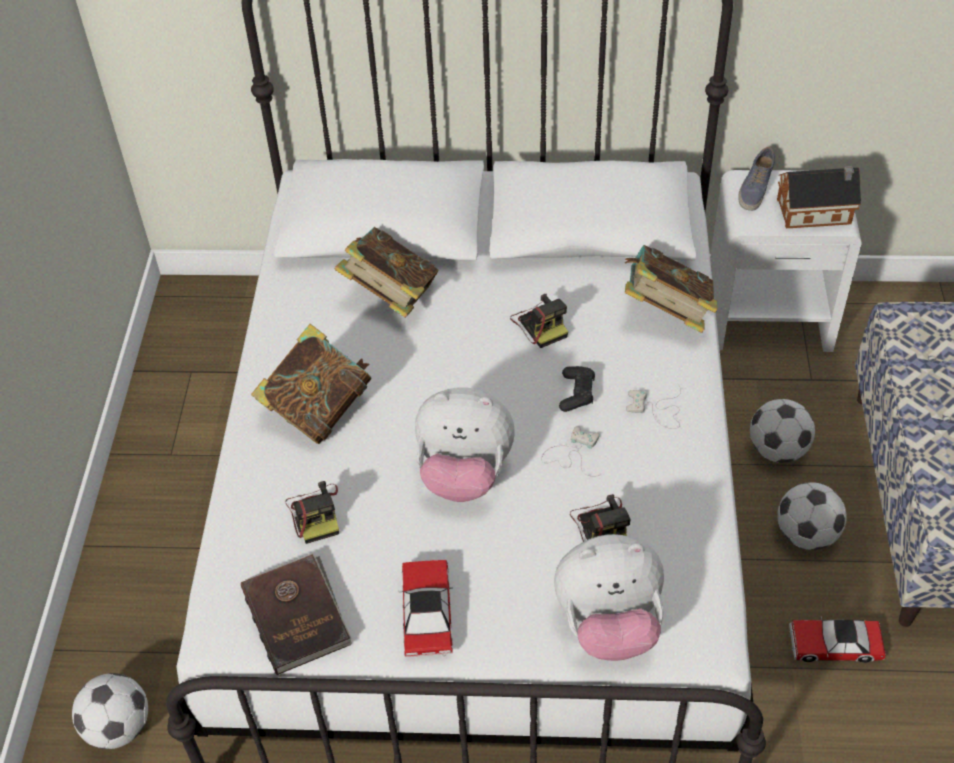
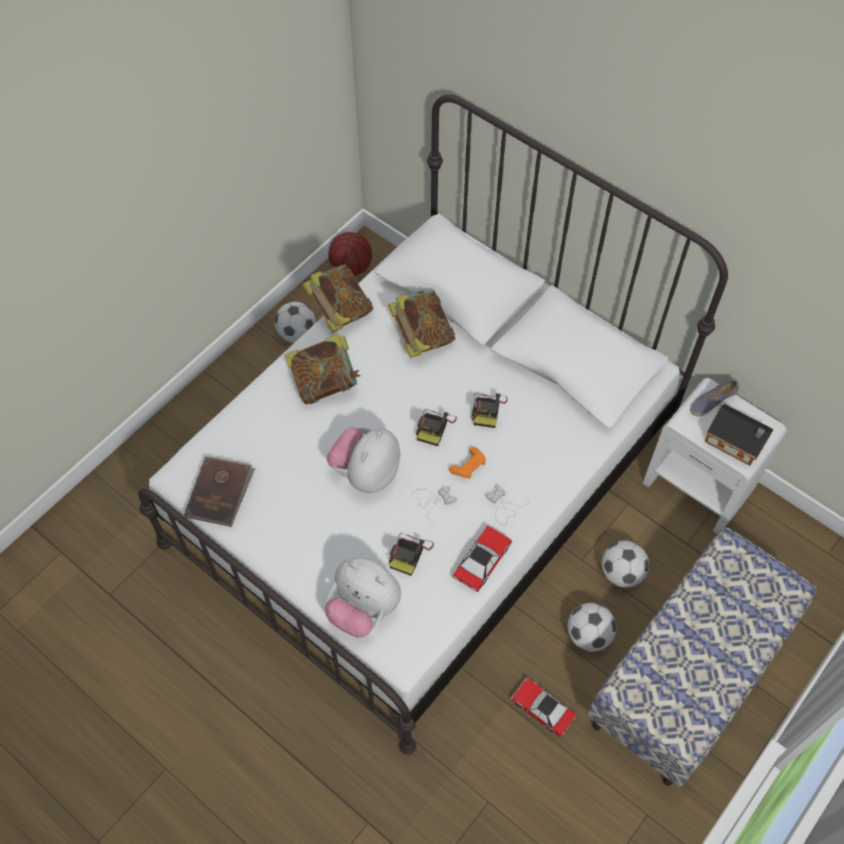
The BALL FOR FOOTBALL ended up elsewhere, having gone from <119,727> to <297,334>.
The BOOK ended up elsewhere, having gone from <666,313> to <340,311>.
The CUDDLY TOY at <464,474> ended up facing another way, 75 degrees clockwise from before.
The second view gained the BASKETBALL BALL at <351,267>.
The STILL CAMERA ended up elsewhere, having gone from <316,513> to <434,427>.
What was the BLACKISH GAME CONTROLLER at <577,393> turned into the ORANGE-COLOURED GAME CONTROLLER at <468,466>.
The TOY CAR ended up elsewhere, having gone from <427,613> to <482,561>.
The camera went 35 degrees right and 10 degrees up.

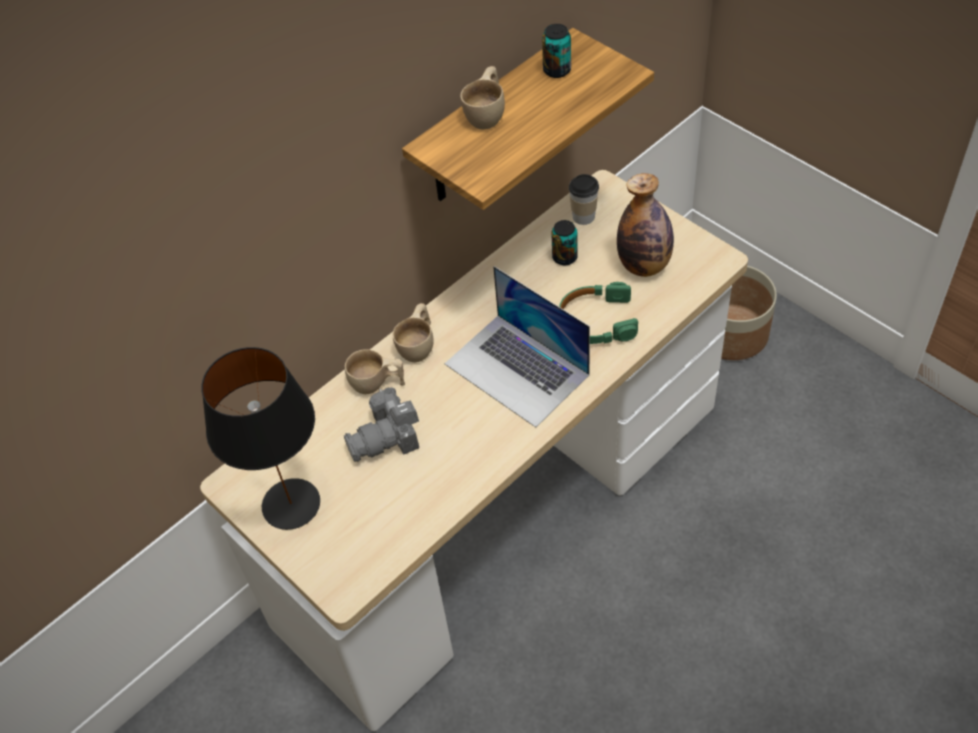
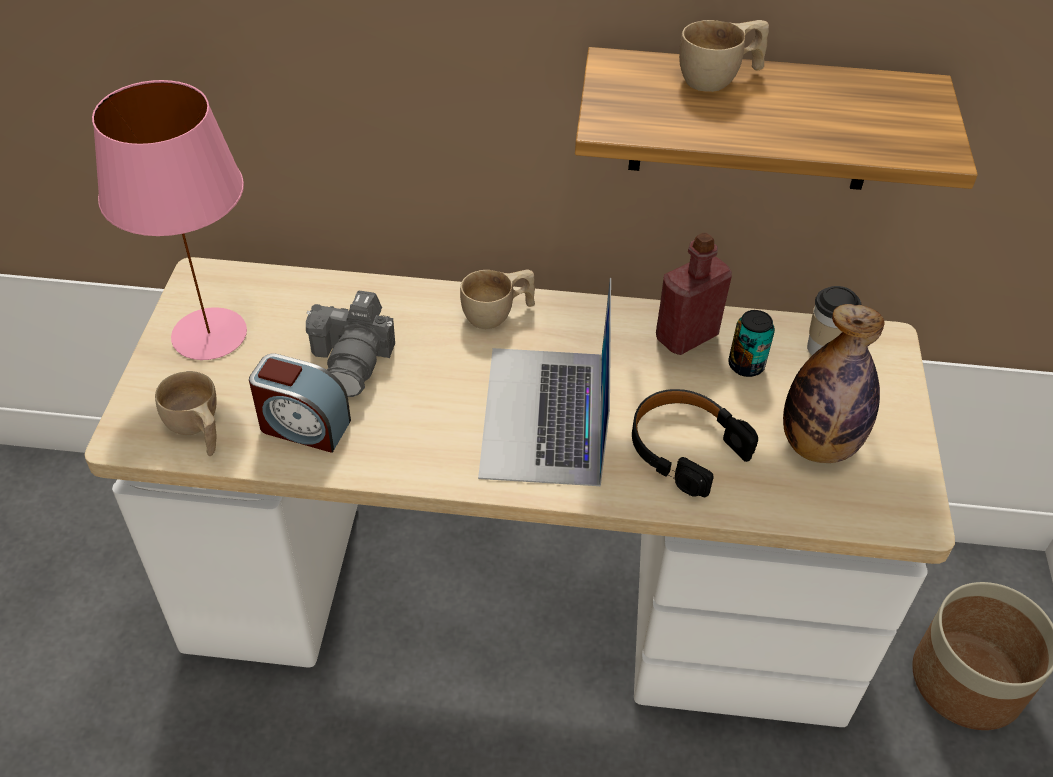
What was the BLACKISH LAMP FOR A TABLE at <290,503> turned into the PINK LAMP FOR A TABLE at <209,333>.
The BEIGE-COLOURED CUP ended up elsewhere, having gone from <377,384> to <197,431>.
The second view gained the ALARM CLOCK at <303,426>.
The STILL CAMERA at <387,438> ended up facing another way, 105 degrees counterclockwise from before.
What was the GREEN-COLOURED HEADSET at <596,321> turned into the BLACKISH HEADSET at <685,447>.
The second view gained the REDDISH DRINK BOTTLE at <686,336>.
The second view lost the METAL CAN at <557,70>.
The camera went 45 degrees right and 5 degrees down.

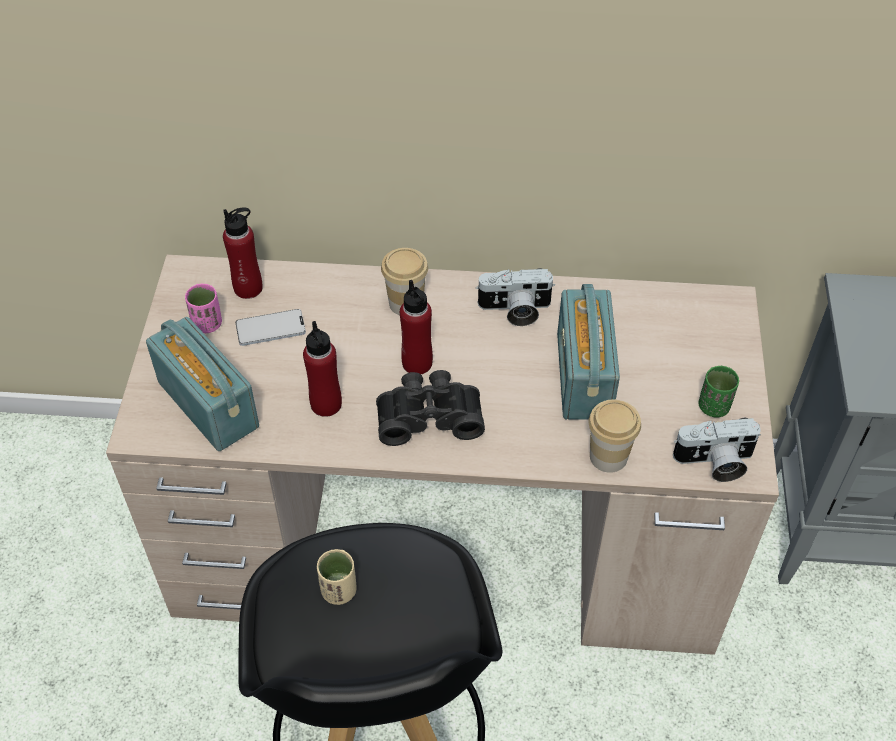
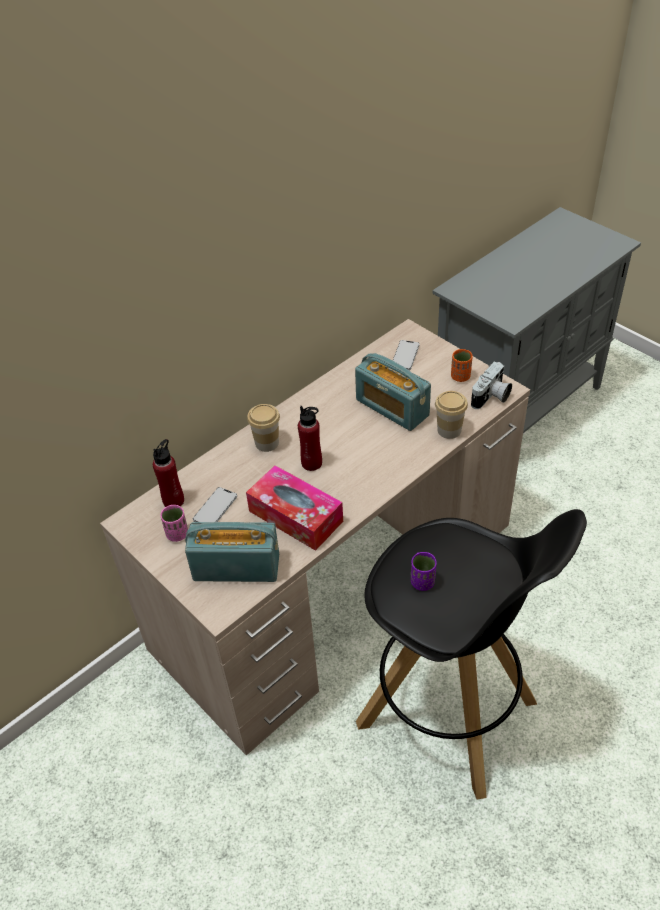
Where the REDDISH DRINK BOTTLE stood at <326,404>, the BOX OF TISSUES came to stand at <295,516>.
The second view gained the TELEPHONE at <405,356>.
What was the BEIGE-COLOURED CUP at <339,590> turned into the PURPLE CUP at <422,582>.
What was the GREEN-COLOURED CUP at <714,407> turned into the ORANGE-COLOURED CUP at <460,377>.
The second view lost the BLACKISH PAIR OF BINOCULARS at <429,415>.
The second view lost the STILL CAMERA at <515,310>.
The camera went 45 degrees left and 5 degrees down.

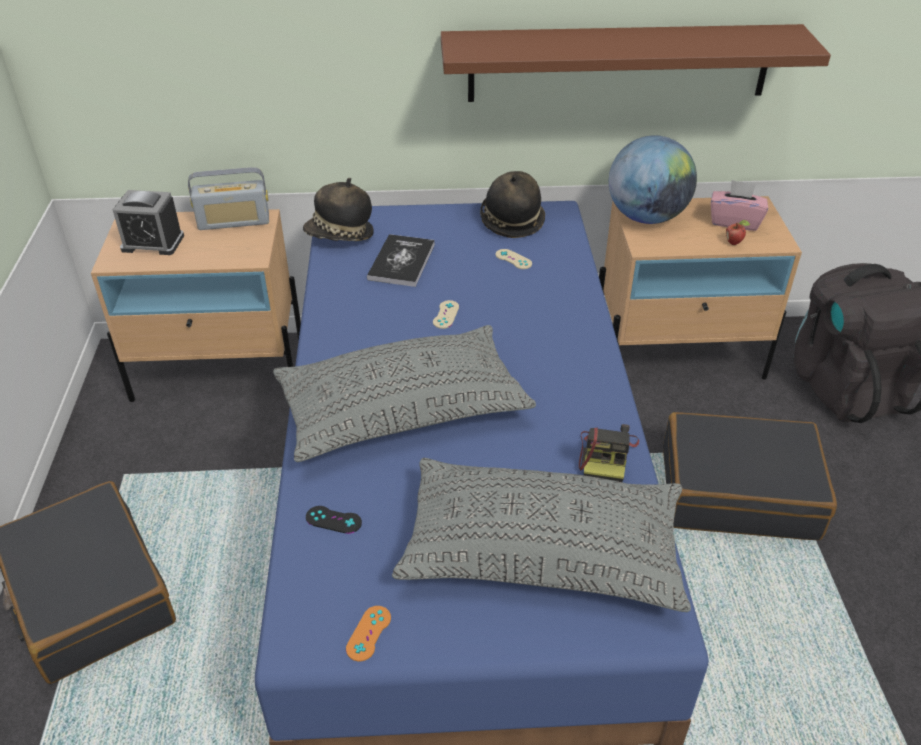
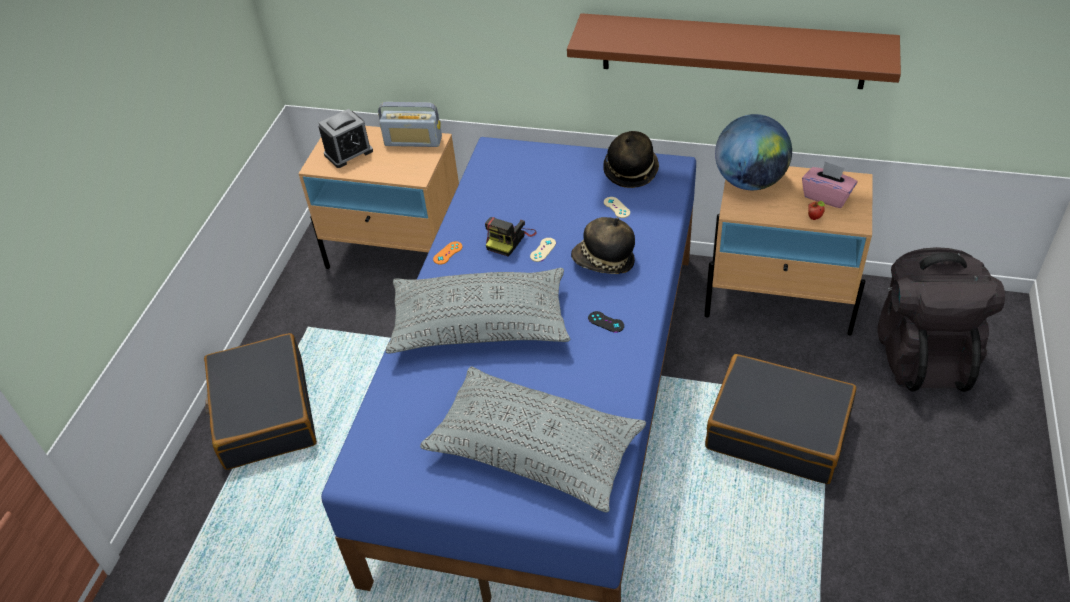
The ALARM CLOCK at <153,243> ended up facing another way, 60 degrees counterclockwise from before.
The ORANGE-COLOURED GAME CONTROLLER ended up elsewhere, having gone from <368,633> to <448,253>.
The STILL CAMERA ended up elsewhere, having gone from <606,456> to <509,239>.
The CLOTHING HAT ended up elsewhere, having gone from <340,236> to <604,262>.
The BLACKISH GAME CONTROLLER ended up elsewhere, having gone from <333,520> to <606,322>.
The second view lost the BOOK at <401,262>.
The camera went 20 degrees right and 5 degrees up.

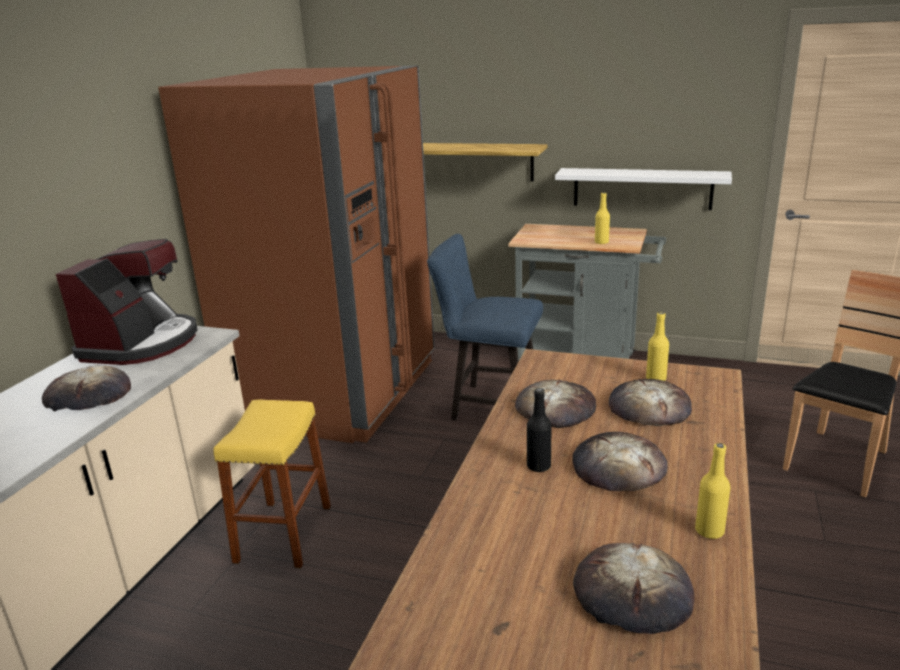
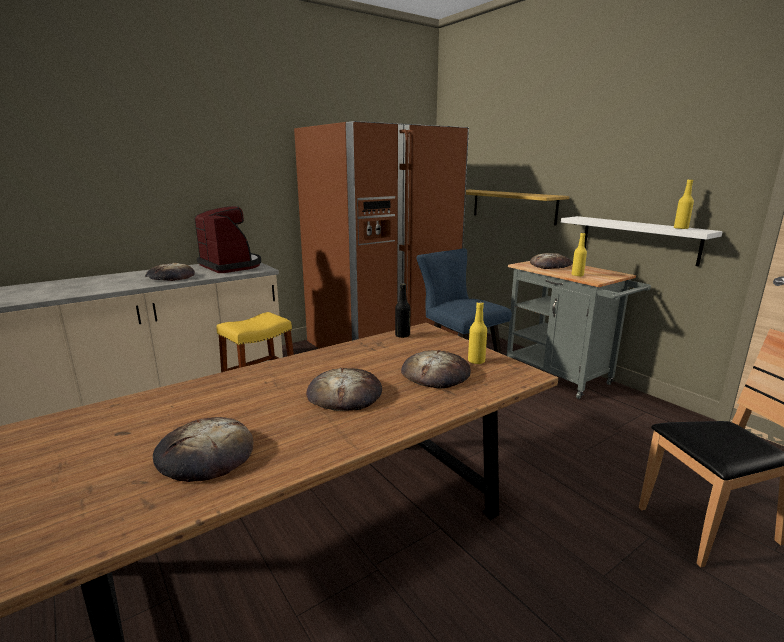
The COFFEE MACHINE at <142,343> ended up facing another way, 90 degrees counterclockwise from before.
The BLACKISH DRINK BOTTLE ended up elsewhere, having gone from <538,466> to <402,335>.
The BREAD ended up elsewhere, having gone from <555,408> to <550,265>.
The YELLOWISH DRINK BOTTLE ended up elsewhere, having gone from <709,531> to <680,228>.
The camera went 35 degrees right and 5 degrees down.

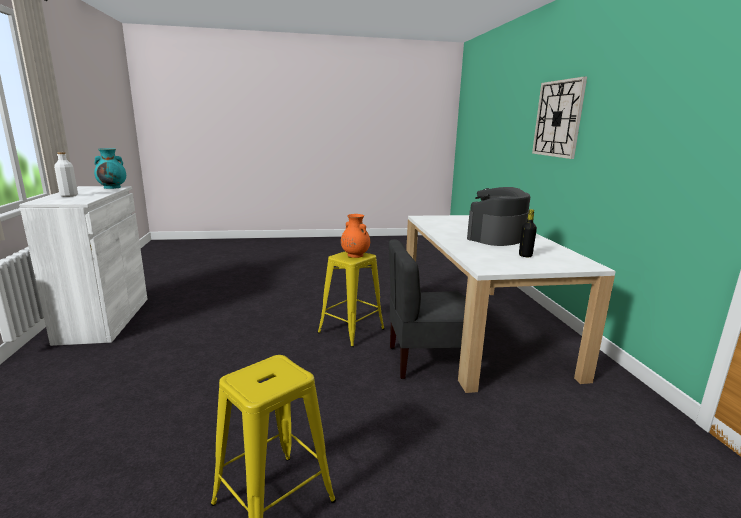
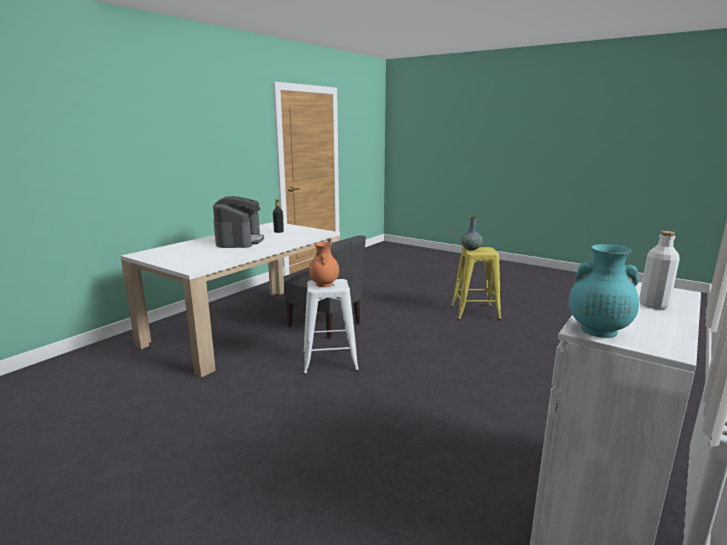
The COFFEE MACHINE at <496,237> ended up facing another way, 90 degrees counterclockwise from before.
What was the YELLOWISH SITTING STOOL at <351,331> turned into the WHITE SITTING STOOL at <329,361>.
The second view gained the VASE at <471,249>.
The second view lost the WALL CLOCK at <558,119>.
The camera went 135 degrees left and 0 degrees up.

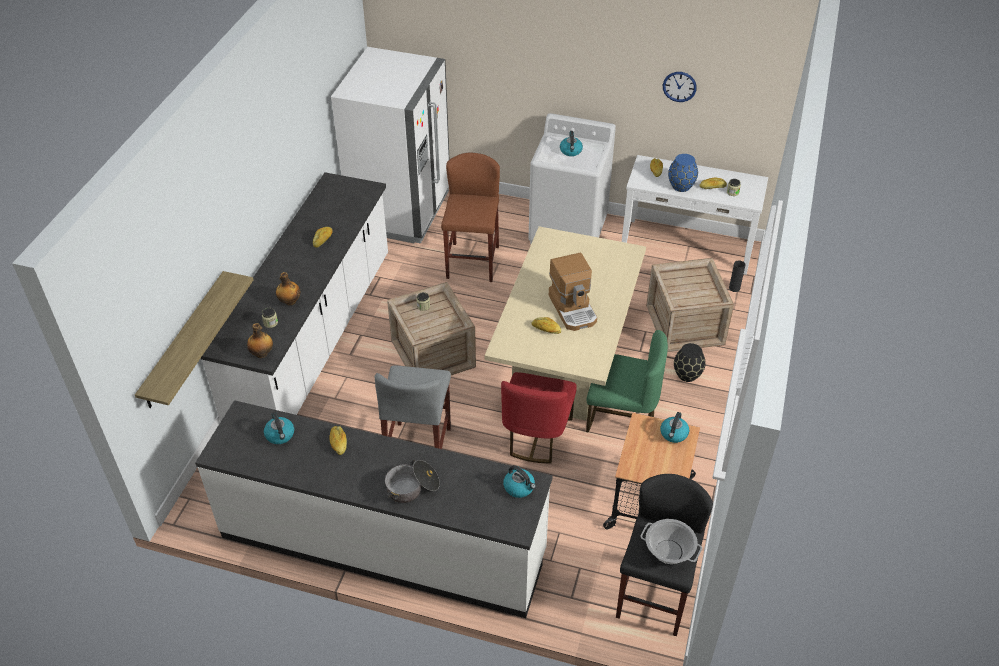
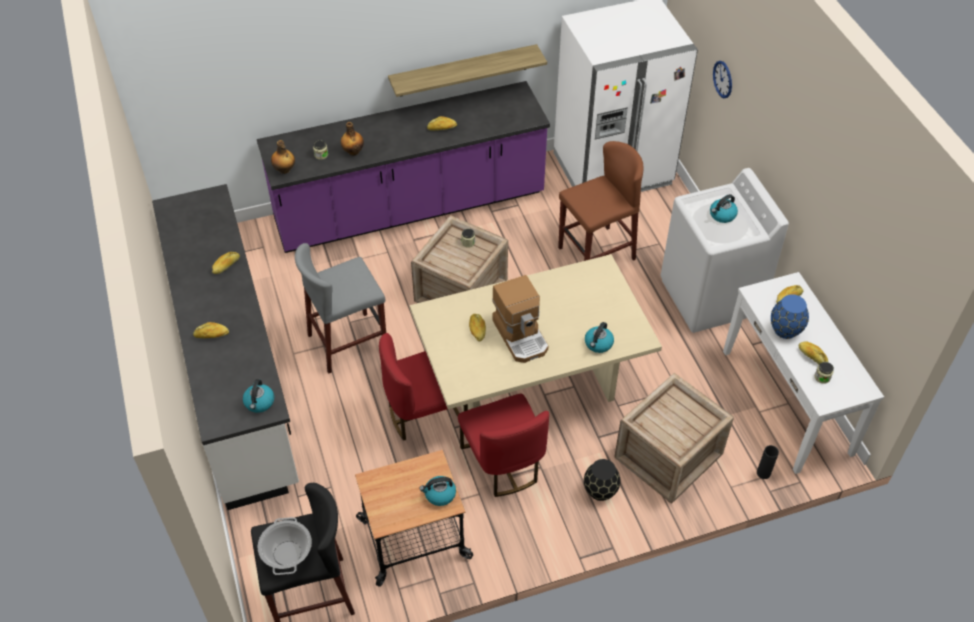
Where the SAUCEPOT stood at <412,488>, the BREAD came to stand at <211,335>.
What was the WHITE KITCHEN COUNTER at <314,340> turned into the PURPLE KITCHEN COUNTER at <410,209>.
The BRACKET SHELF ended up elsewhere, having gone from <184,340> to <463,71>.
What was the GREEN-COLOURED UPRIGHT CHAIR at <621,415> turned into the REDDISH UPRIGHT CHAIR at <503,463>.
The COFFEE MACHINE at <573,309> ended up facing another way, 60 degrees counterclockwise from before.
The KETTLE ended up elsewhere, having gone from <280,435> to <598,344>.
The WALL CLOCK ended up elsewhere, having gone from <679,86> to <723,79>.
The camera went 55 degrees right and 5 degrees up.

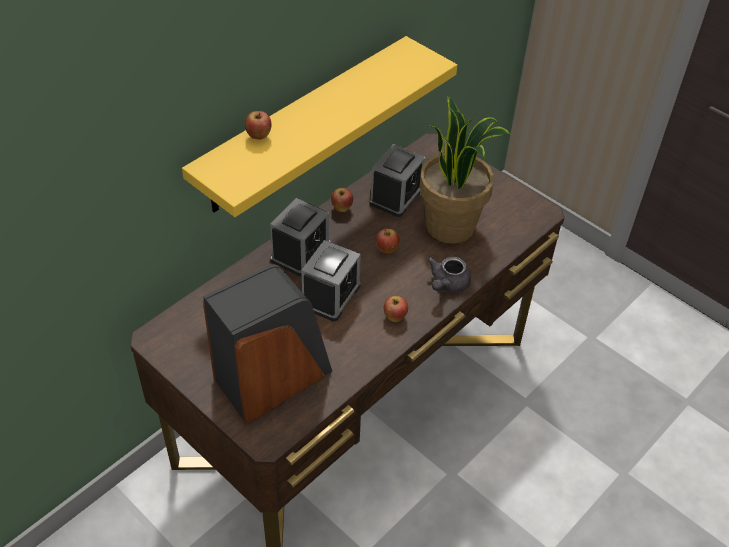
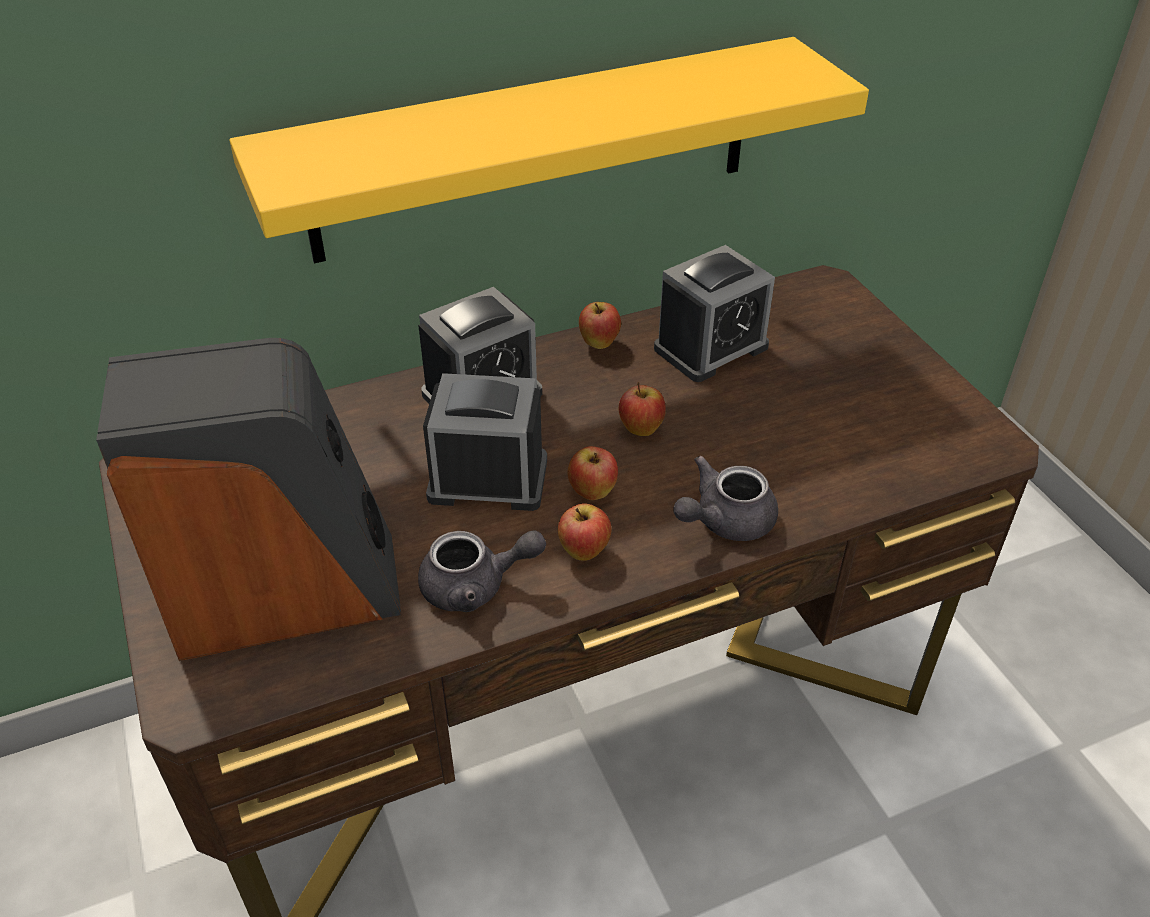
The second view gained the GREYISH POT FOR TEA at <476,586>.
The ALARM CLOCK at <331,296> ended up facing another way, 135 degrees counterclockwise from before.
The APPLE FRUIT ended up elsewhere, having gone from <259,136> to <592,493>.
The second view lost the POTTED PLANT at <451,226>.
The camera went 25 degrees right and 5 degrees down.

